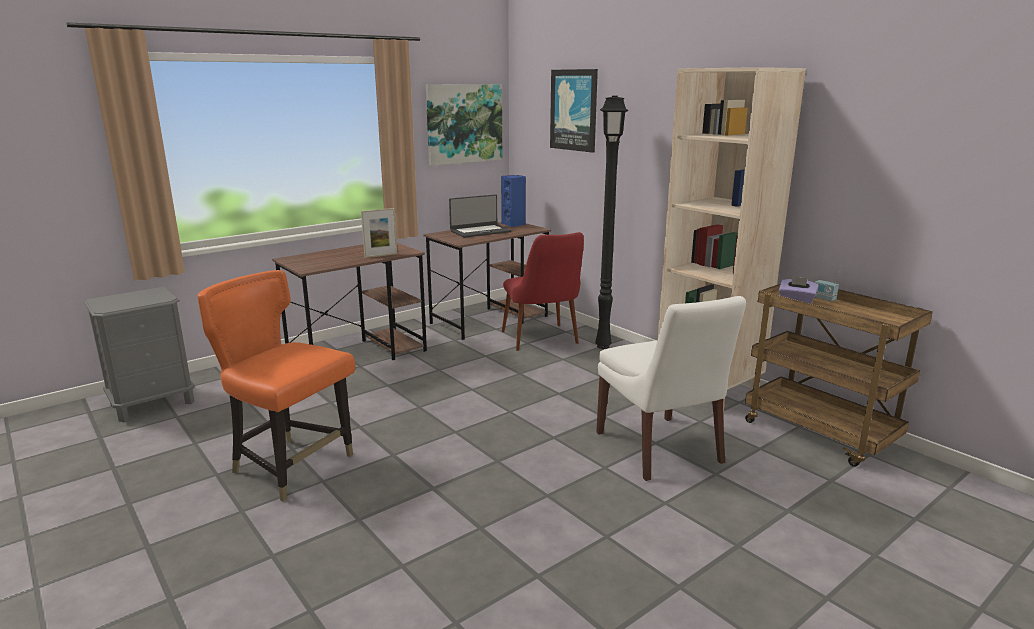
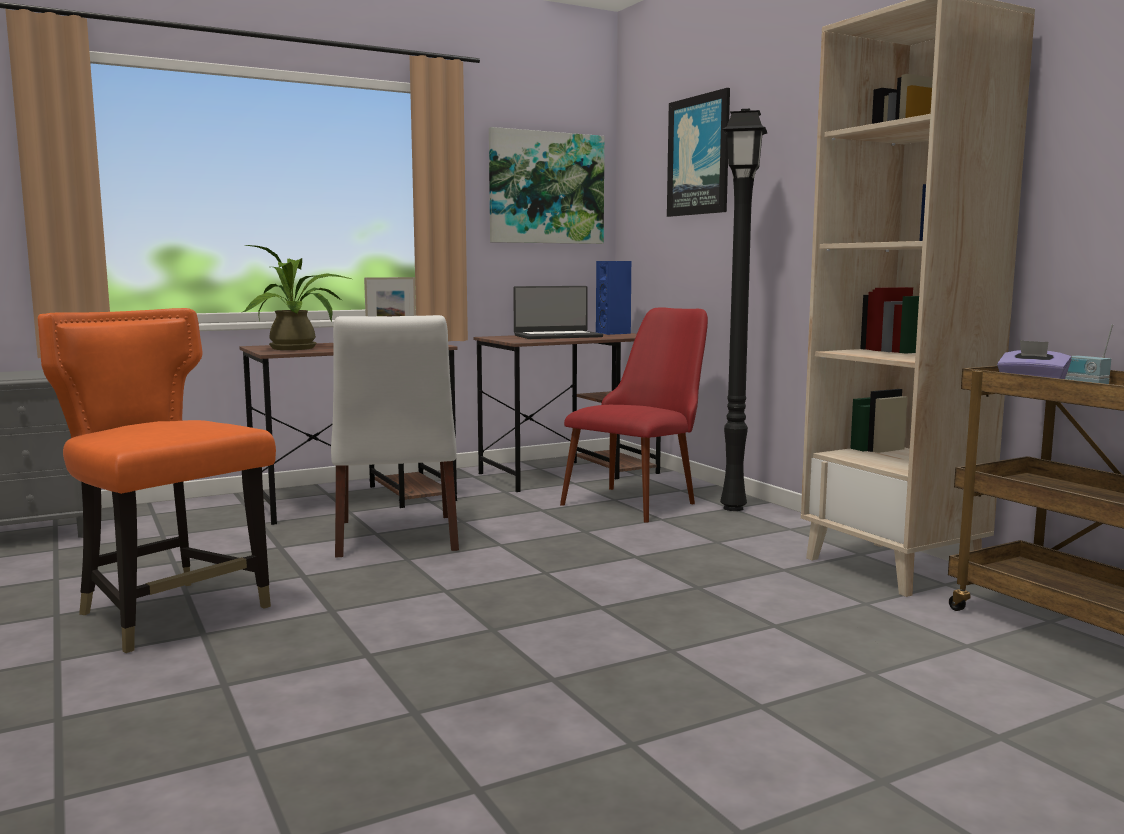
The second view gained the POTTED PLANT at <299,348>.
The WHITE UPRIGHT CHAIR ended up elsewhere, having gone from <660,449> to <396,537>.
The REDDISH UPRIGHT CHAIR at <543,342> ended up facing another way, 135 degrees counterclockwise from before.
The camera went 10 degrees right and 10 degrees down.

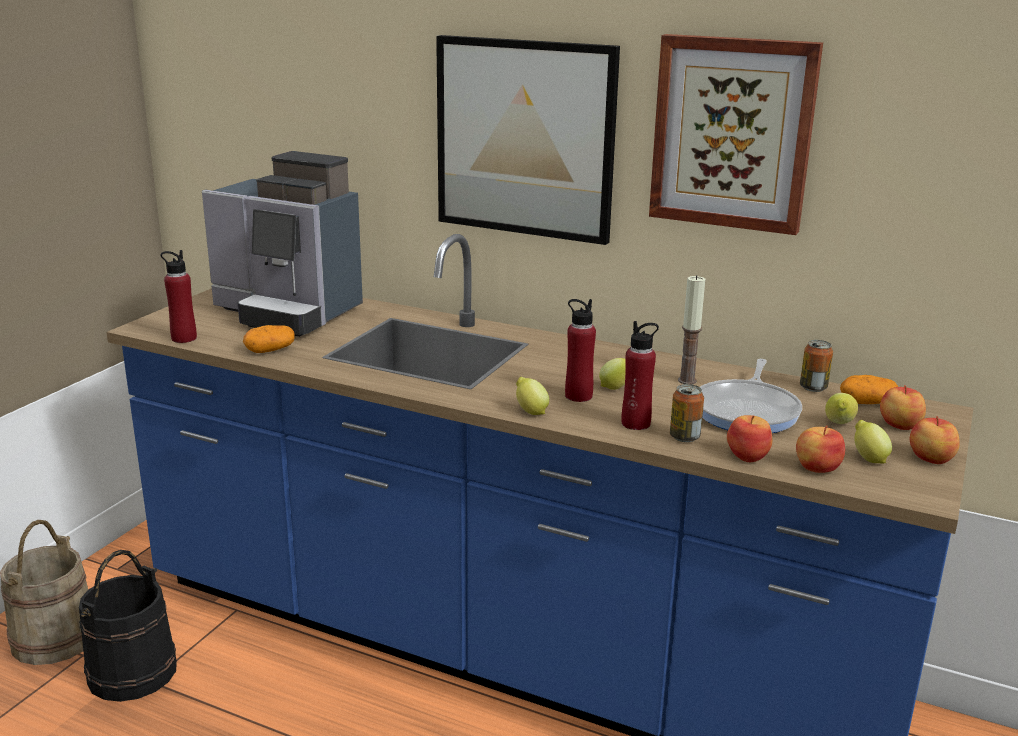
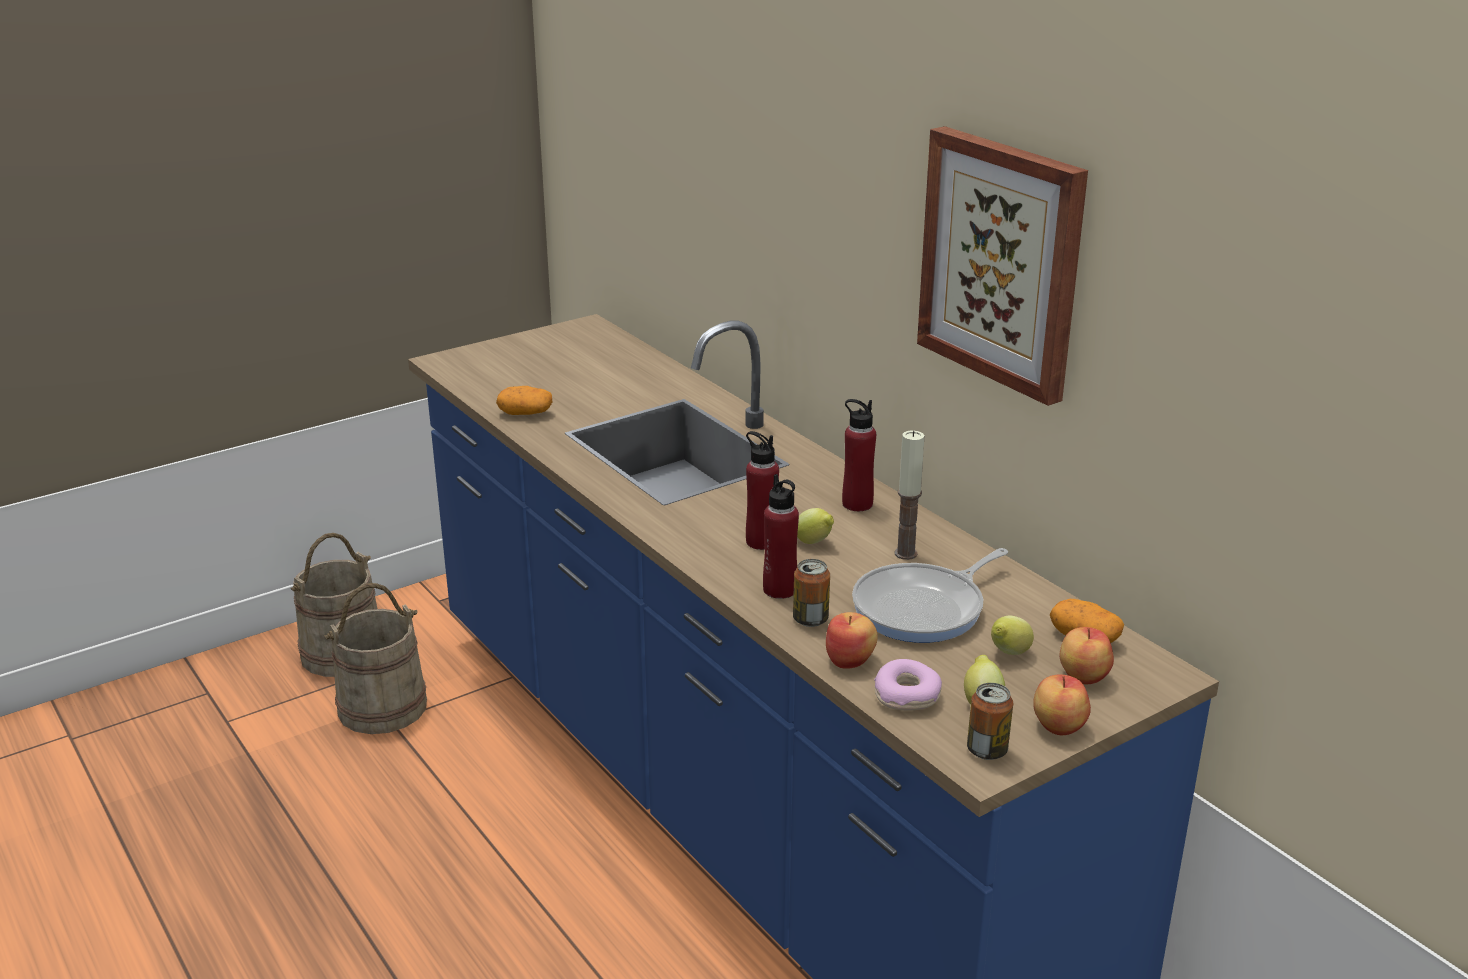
What was the BLACKISH PAIL at <132,671> turned into the BEIGE-COLOURED PAIL at <382,707>.
The REDDISH DRINK BOTTLE ended up elsewhere, having gone from <184,338> to <857,504>.
Where the APPLE FRUIT stood at <817,467>, the DOUGHNUT came to stand at <907,695>.
The METAL CAN ended up elsewhere, having gone from <813,387> to <987,750>.
The second view lost the COFFEE MACHINE at <288,312>.
The second view lost the WALL ART at <525,138>.
The second view lost the LEMON at <530,411>.
The camera went 30 degrees right and 5 degrees up.

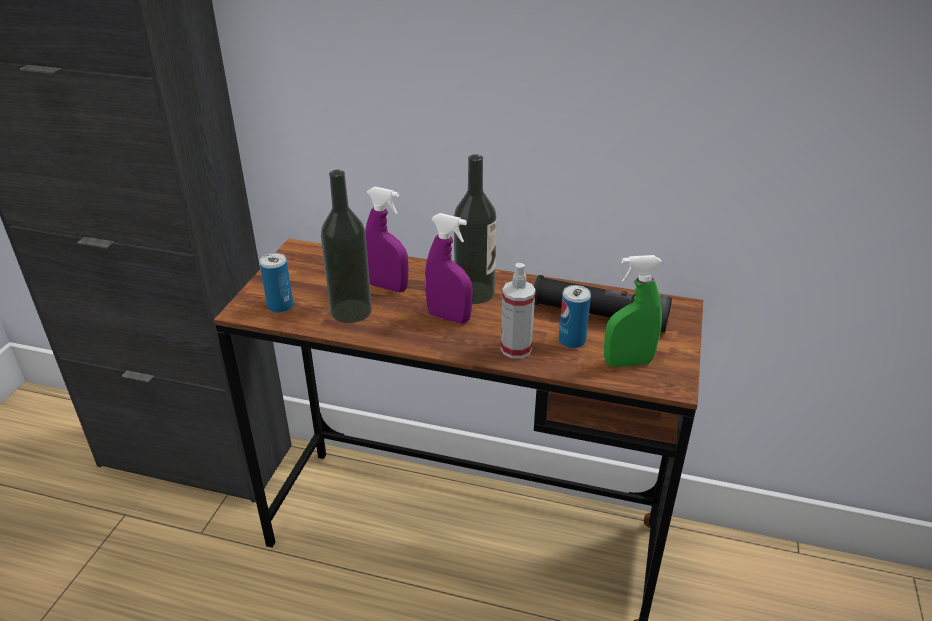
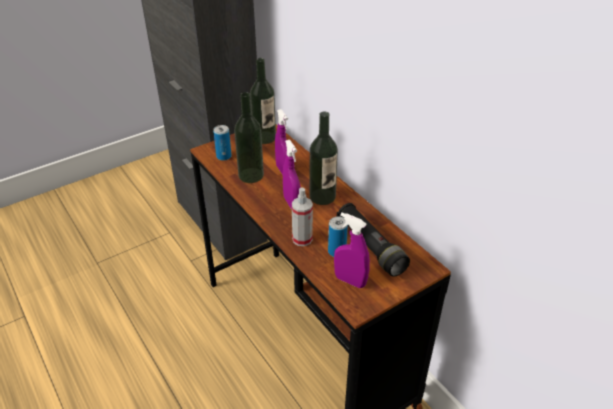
The second view gained the DRINK BOTTLE at <264,137>.
What was the GREEN-COLOURED HAND SPRAYER at <628,362> turned into the PURPLE HAND SPRAYER at <350,281>.
The camera went 40 degrees right and 5 degrees up.

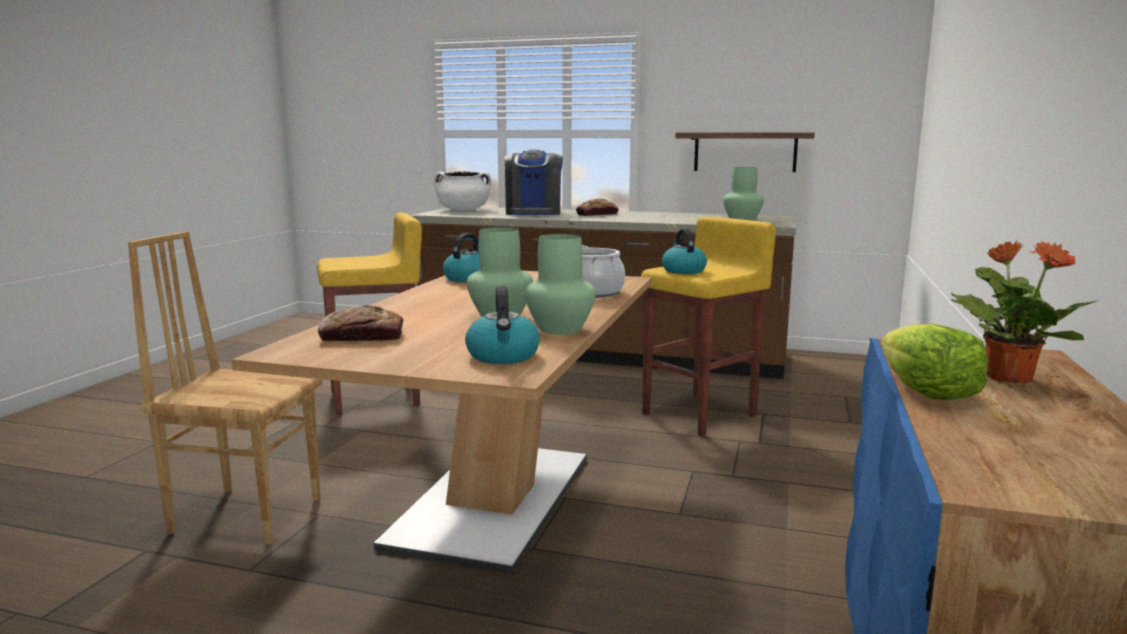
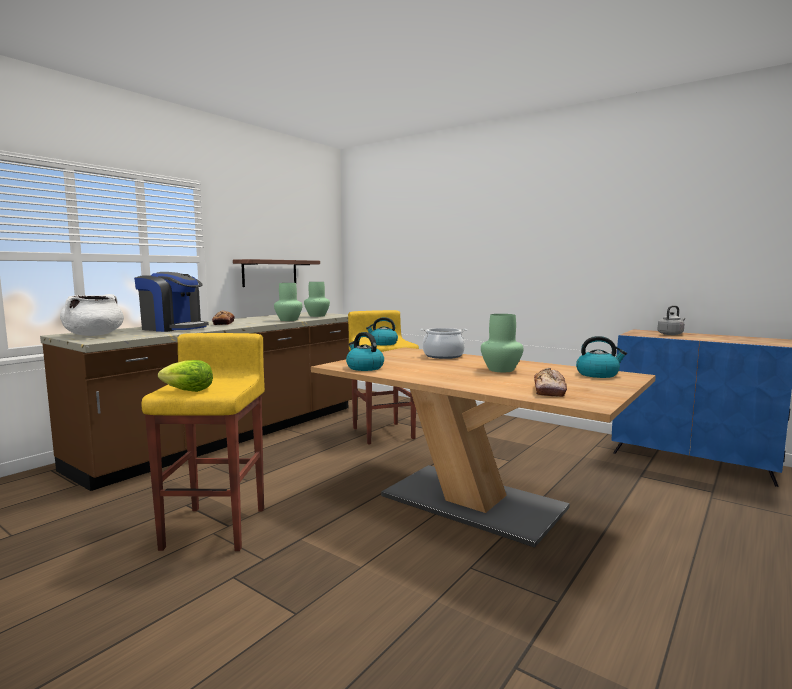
The LETTUCE HEAD ended up elsewhere, having gone from <926,391> to <188,391>.
The GREEN-COLOURED VASE ended up elsewhere, having gone from <559,329> to <288,320>.
Where the POTTED PLANT stood at <1006,377>, the GREYISH KETTLE came to stand at <671,334>.
The second view lost the BROWN-COLOURED UPRIGHT CHAIR at <247,514>.
The camera went 70 degrees left and 5 degrees down.

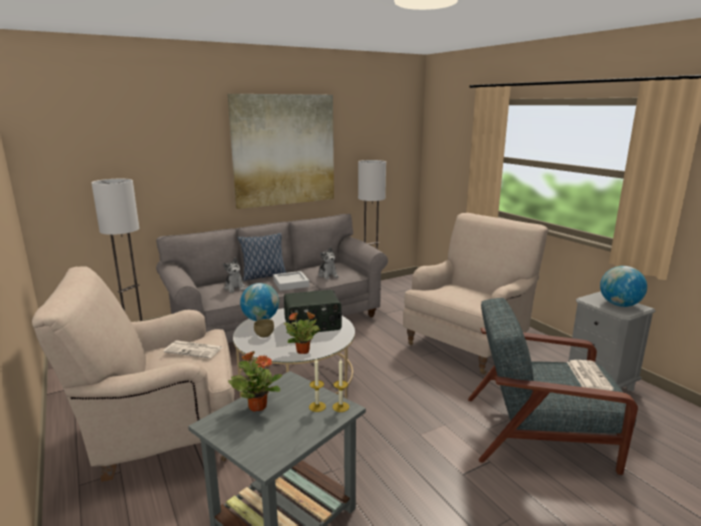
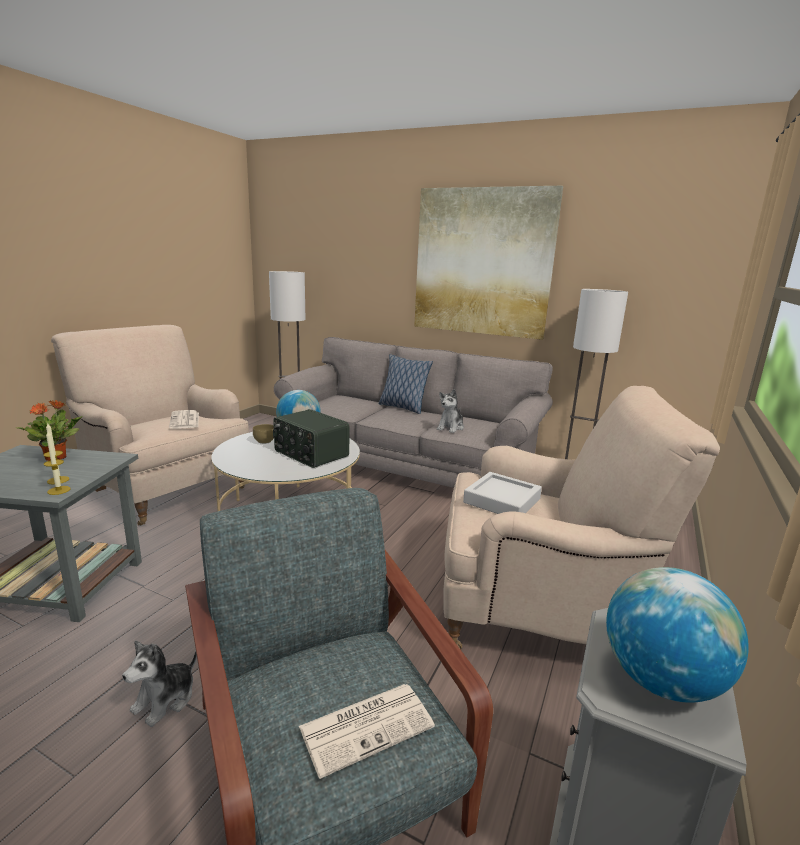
The CUDDLY TOY ended up elsewhere, having gone from <235,288> to <165,700>.
The GREYISH CARRYING TRAY ended up elsewhere, having gone from <291,284> to <502,501>.
The second view lost the POTTED PLANT at <303,351>.
The camera went 55 degrees right and 0 degrees up.

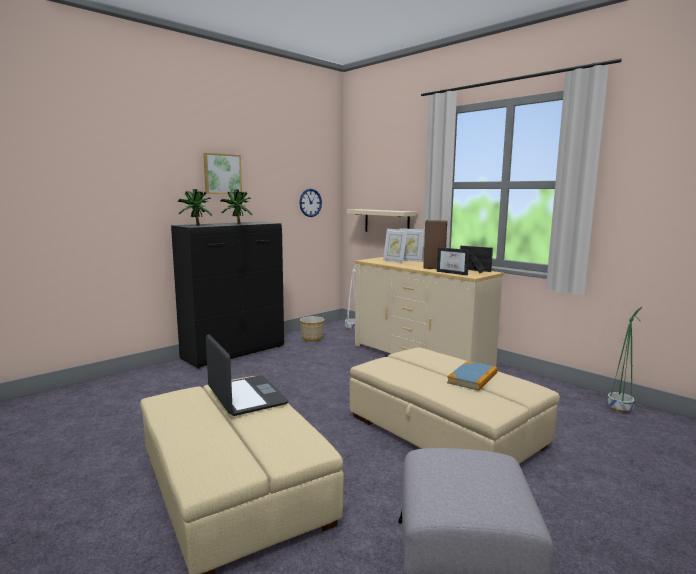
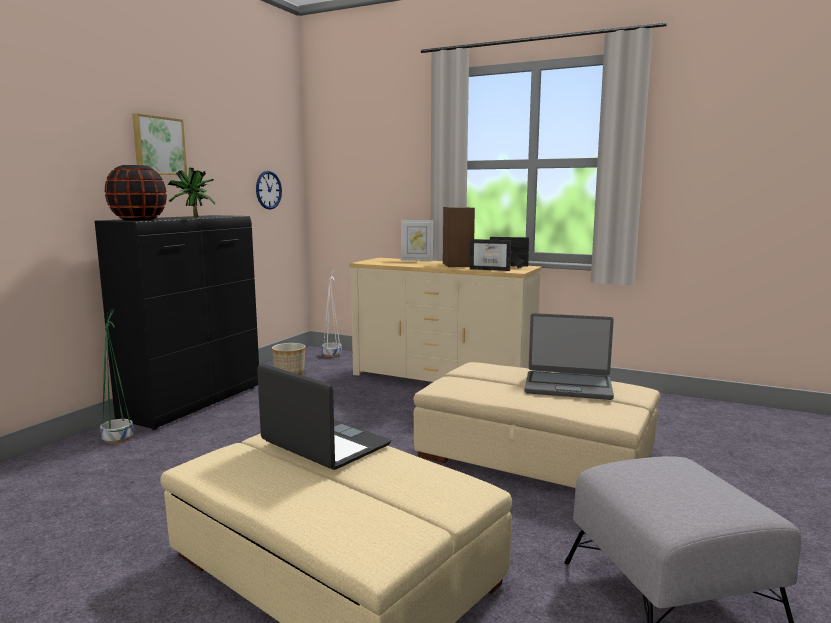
The GREEN-COLOURED PLANTER ended up elsewhere, having gone from <620,408> to <118,438>.
Where the POTTED PLANT stood at <196,225>, the BLACKISH VASE came to stand at <138,220>.
Where the BOOK stood at <472,378>, the PORTABLE COMPUTER came to stand at <568,386>.
The second view lost the BEIGE-COLOURED BRACKET SHELF at <386,222>.
The second view lost the PHOTO FRAME at <394,261>.
The camera went 20 degrees left and 0 degrees up.

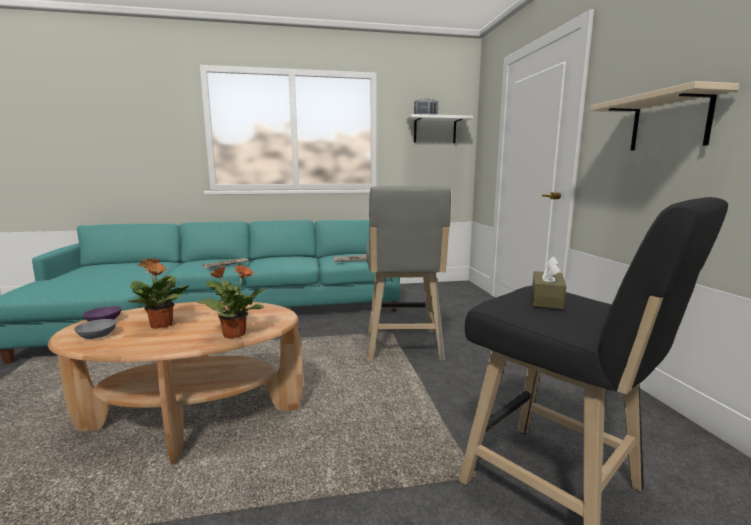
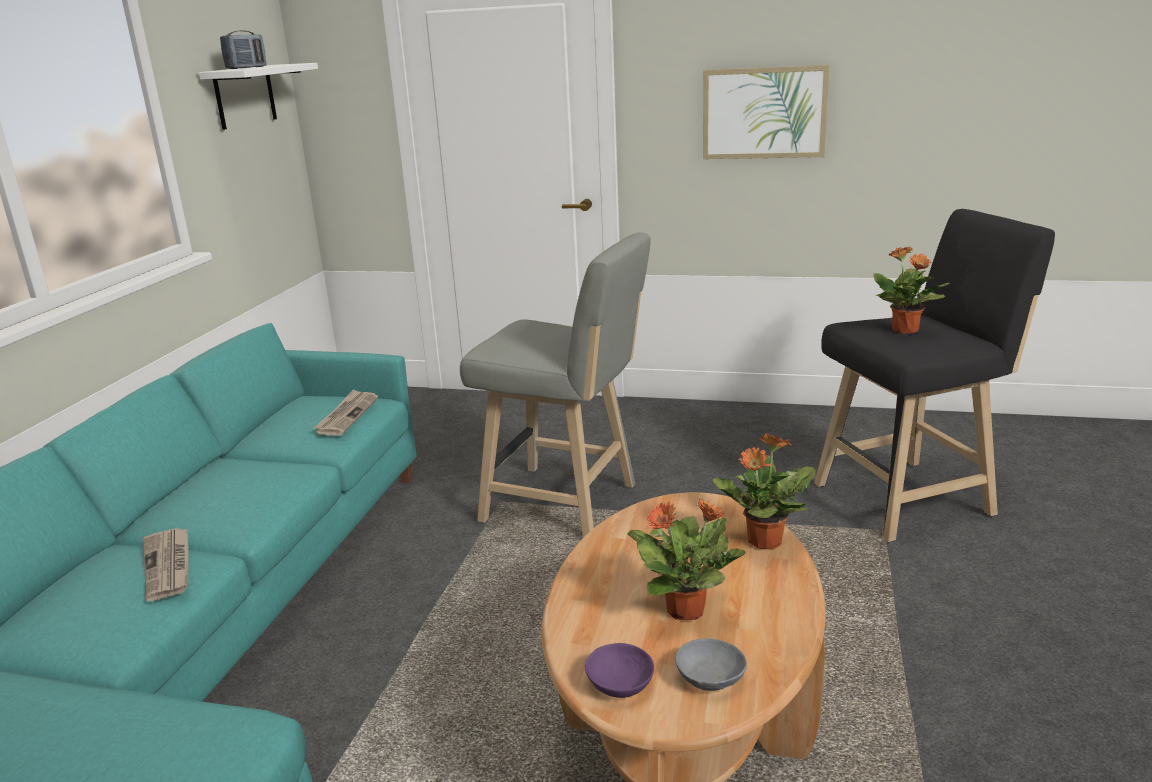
Where the BEIGE-COLOURED BRACKET SHELF hung at <669,122>, the WALL ART came to hang at <764,113>.
Where the BROWN-COLOURED BOX OF TISSUES stood at <546,300>, the POTTED PLANT came to stand at <905,331>.
The camera went 65 degrees left and 10 degrees up.

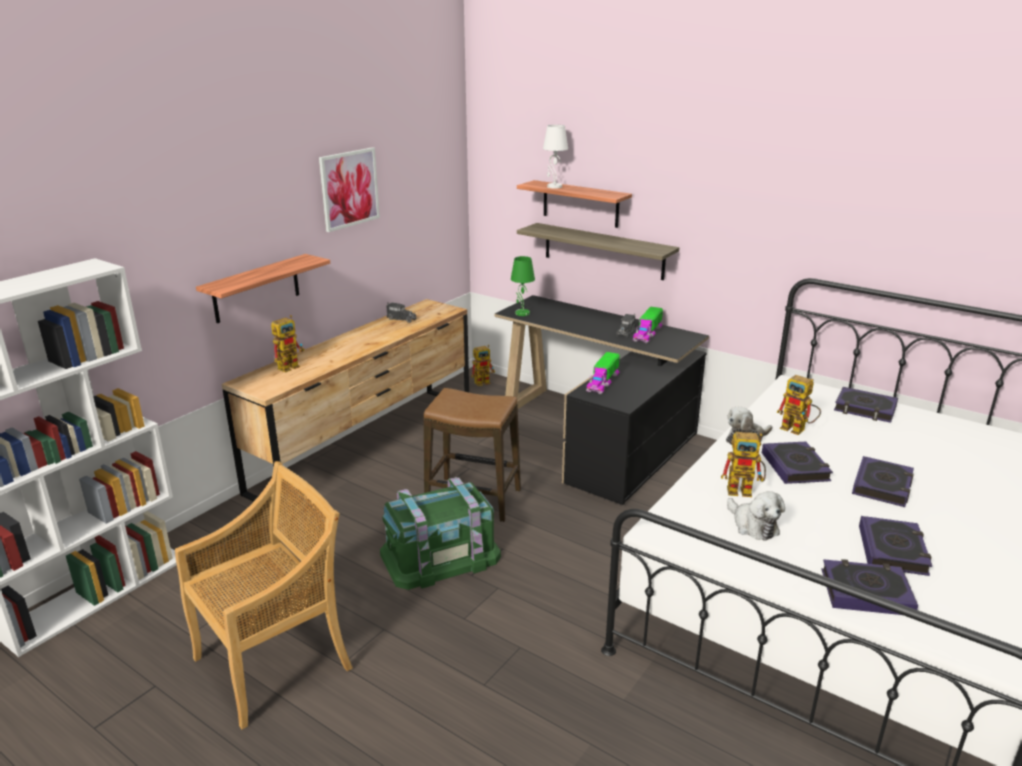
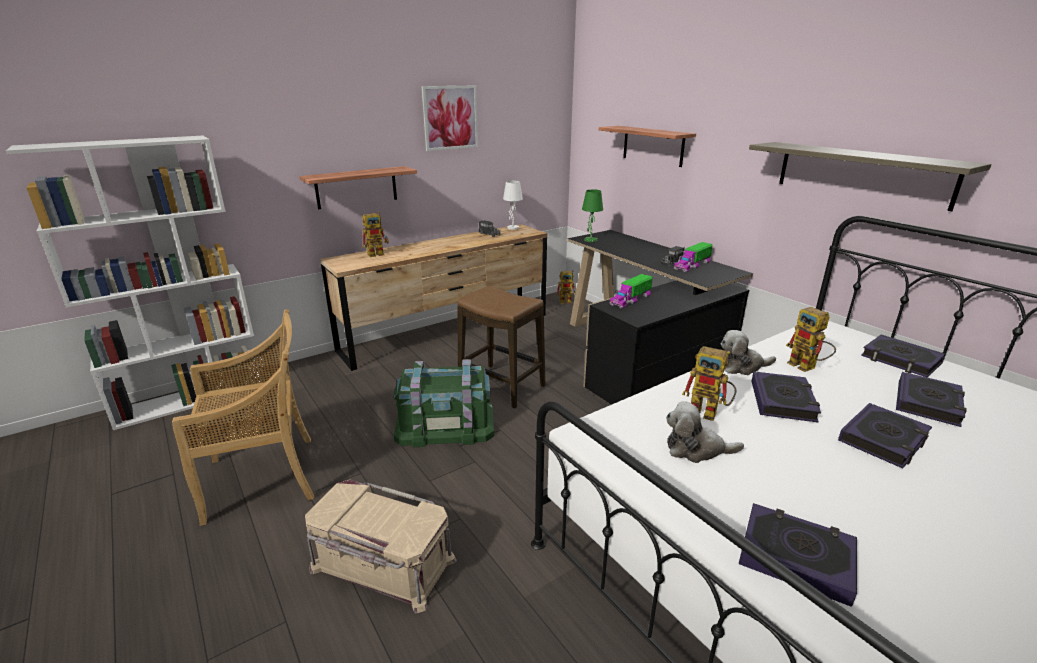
The second view gained the BEIGE-COLOURED STORAGE BOX at <381,565>.
The WHITE LAMP FOR A TABLE ended up elsewhere, having gone from <554,186> to <512,228>.
The CUDDLY TOY at <753,525> ended up facing another way, 105 degrees clockwise from before.
The BRACKET SHELF ended up elsewhere, having gone from <603,251> to <862,173>.
The BOOK ended up elsewhere, having gone from <892,550> to <928,403>.
The camera went 20 degrees right and 0 degrees up.

